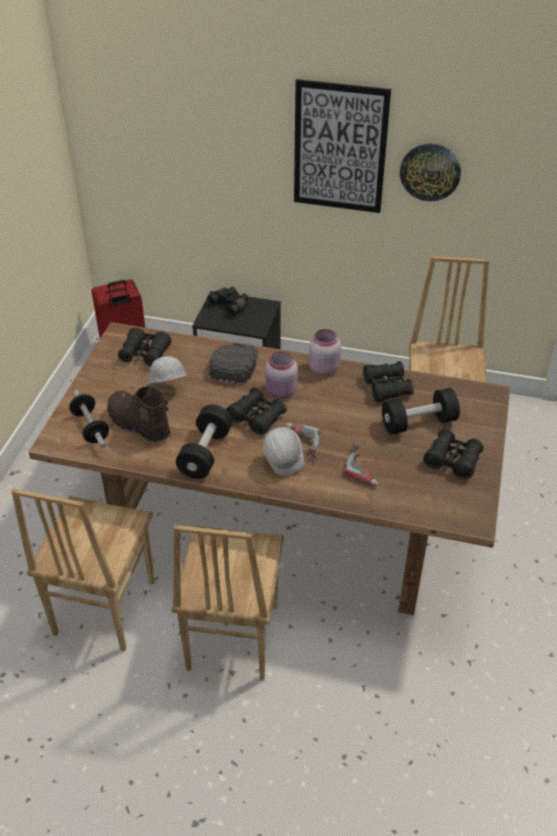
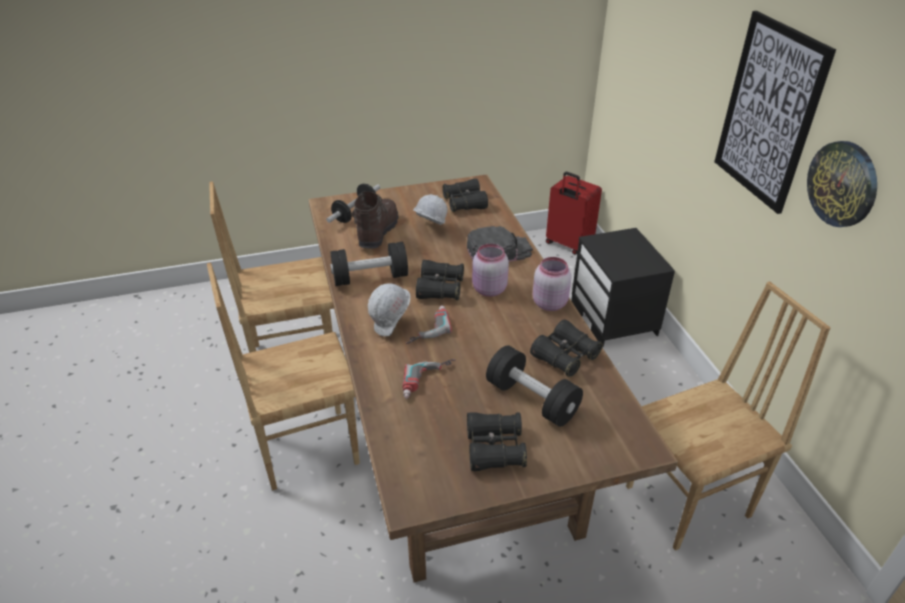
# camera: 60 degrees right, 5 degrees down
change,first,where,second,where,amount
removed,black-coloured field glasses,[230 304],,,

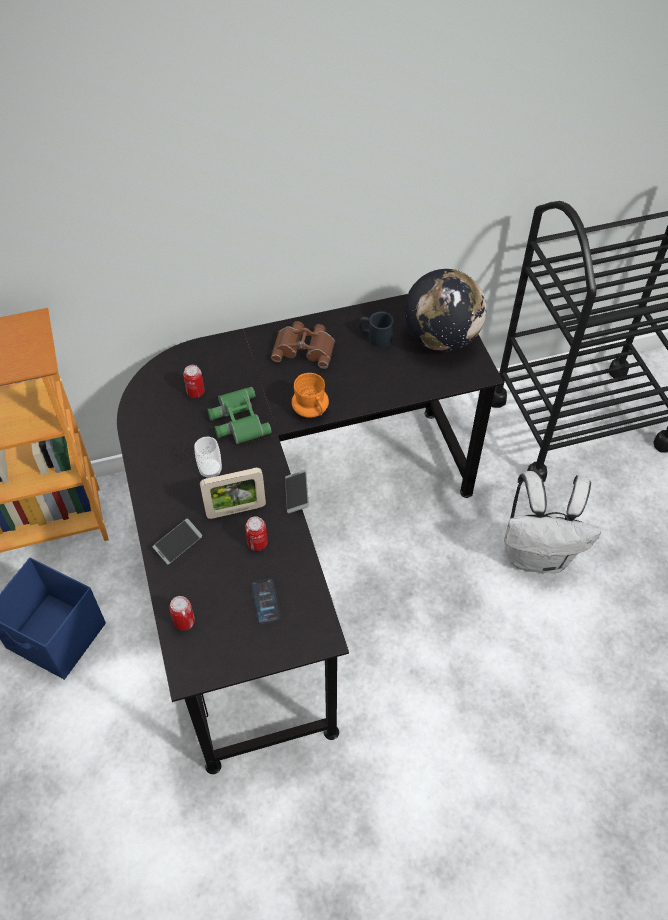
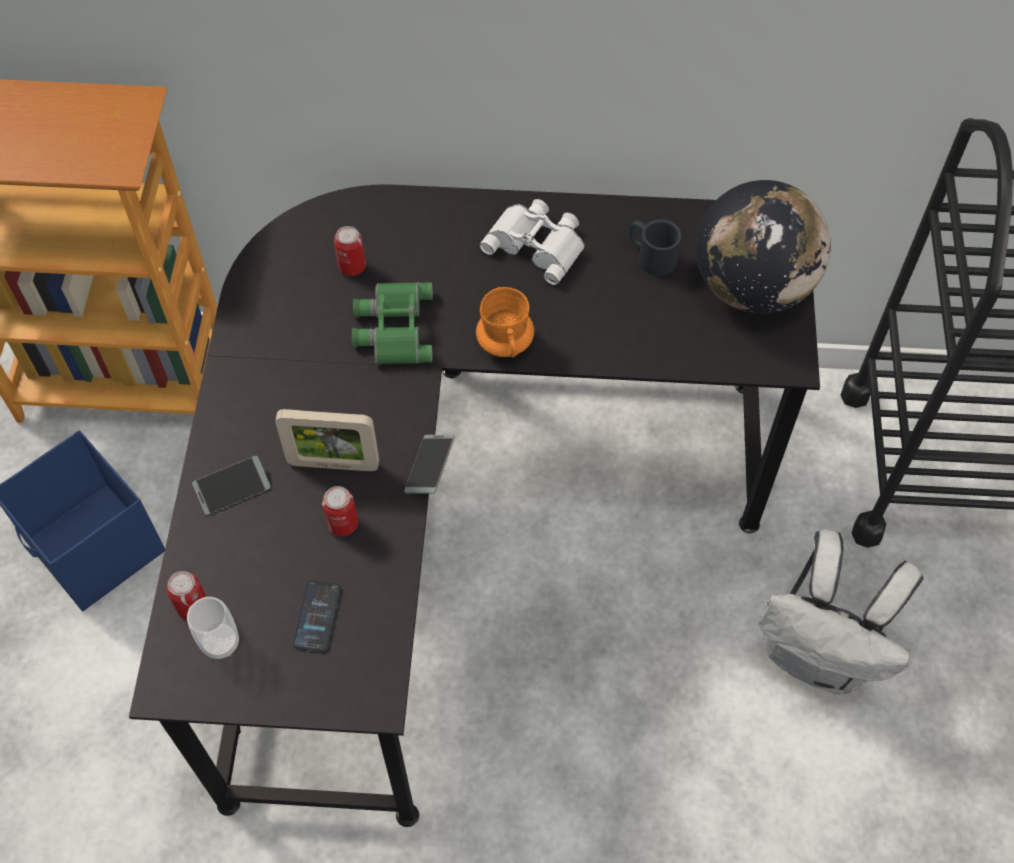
# camera: 20 degrees right, 5 degrees up
change,first,where,second,where,amount
moved,small cup,[210 470],,[220 642],
recoloured,brownish field glasses,[305 348],whitish field glasses,[538 244],

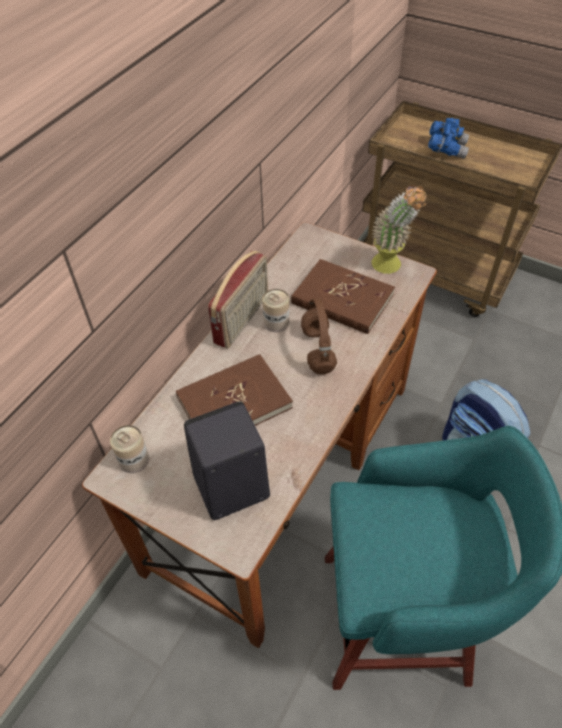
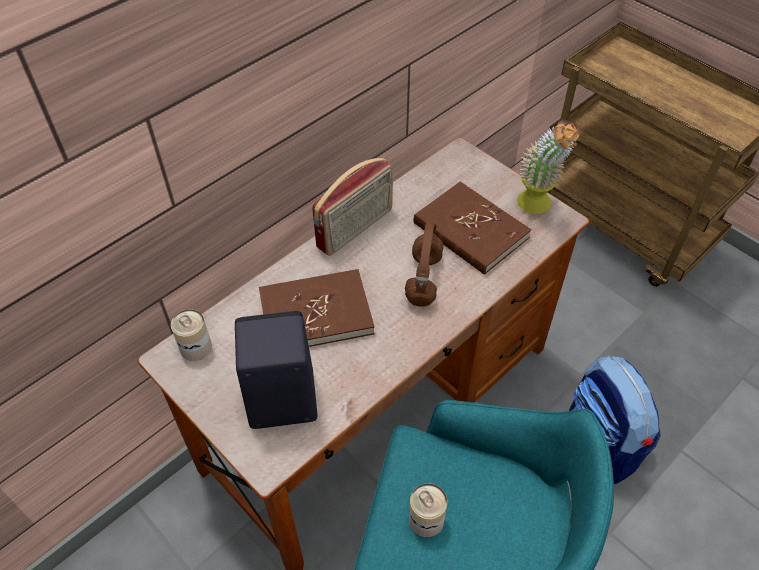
# camera: 15 degrees right, 0 degrees up
change,first,where,second,where,amount
moved,sealed can,[276 322],,[426 519],
removed,bluish field glasses,[446 149],,,

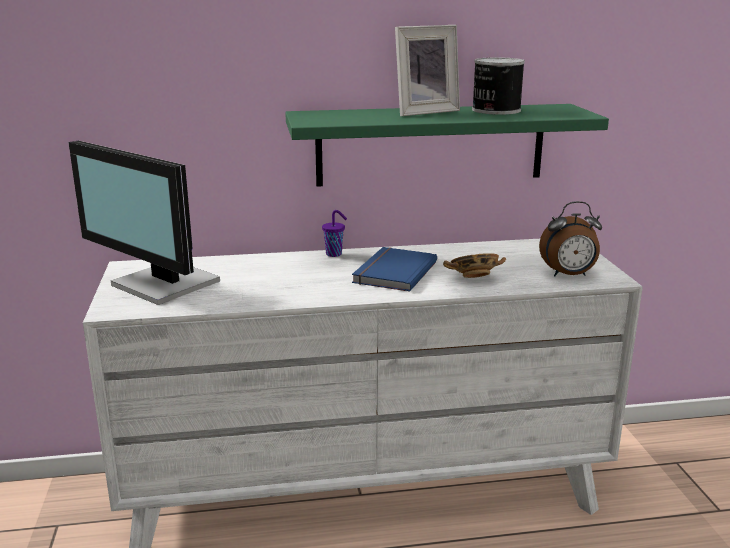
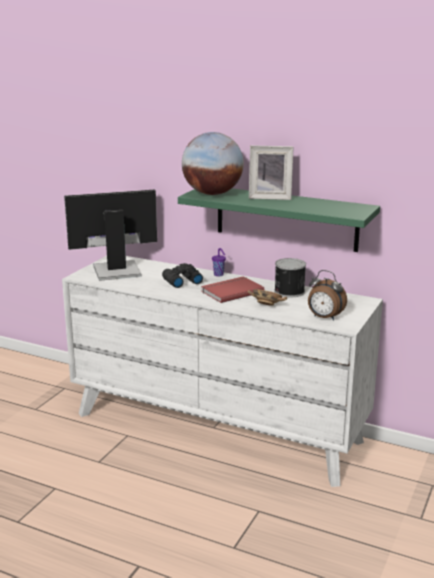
# camera: 35 degrees right, 0 degrees up
change,first,where,second,where,amount
turned,computer screen,[163 285],,[115 270],90 degrees clockwise
recoloured,bluish book,[392 272],red-coloured book,[231 291],
moved,sealed can,[495 110],,[288 291],
added,,,black-coloured field glasses,[181 281],
added,,,desk globe,[212 194],

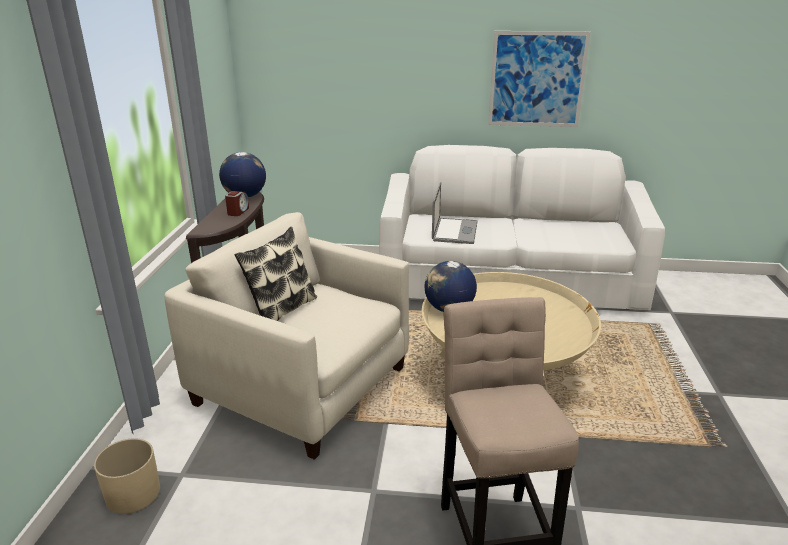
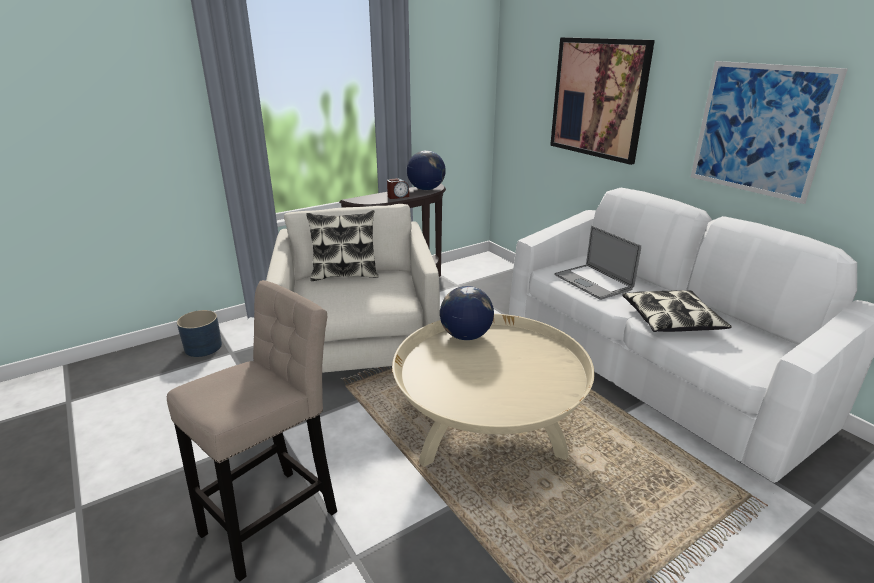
# camera: 50 degrees right, 0 degrees up
change,first,where,second,where,amount
recoloured,sand-coloured planter,[132 494],bluish planter,[203 347],
turned,notebook computer,[455 231],,[593 282],90 degrees clockwise
added,,,picture,[598 98],
added,,,pillow,[671 320],

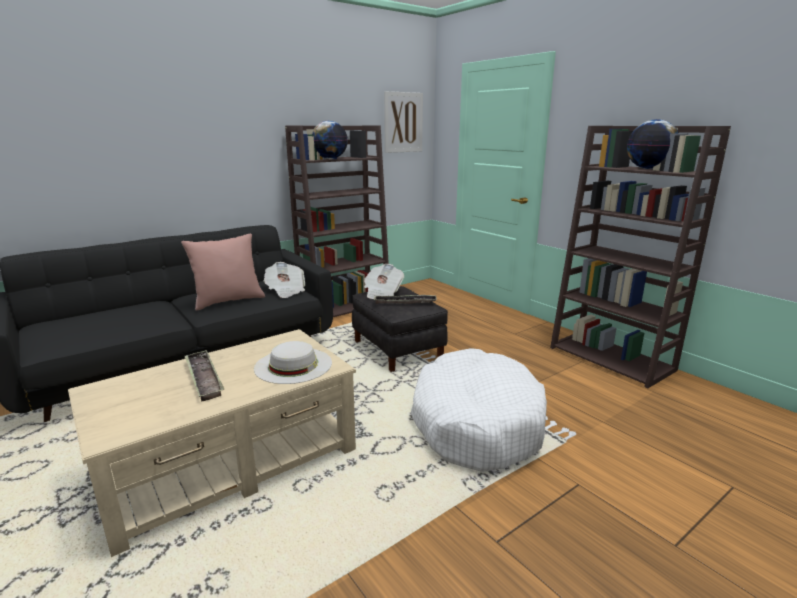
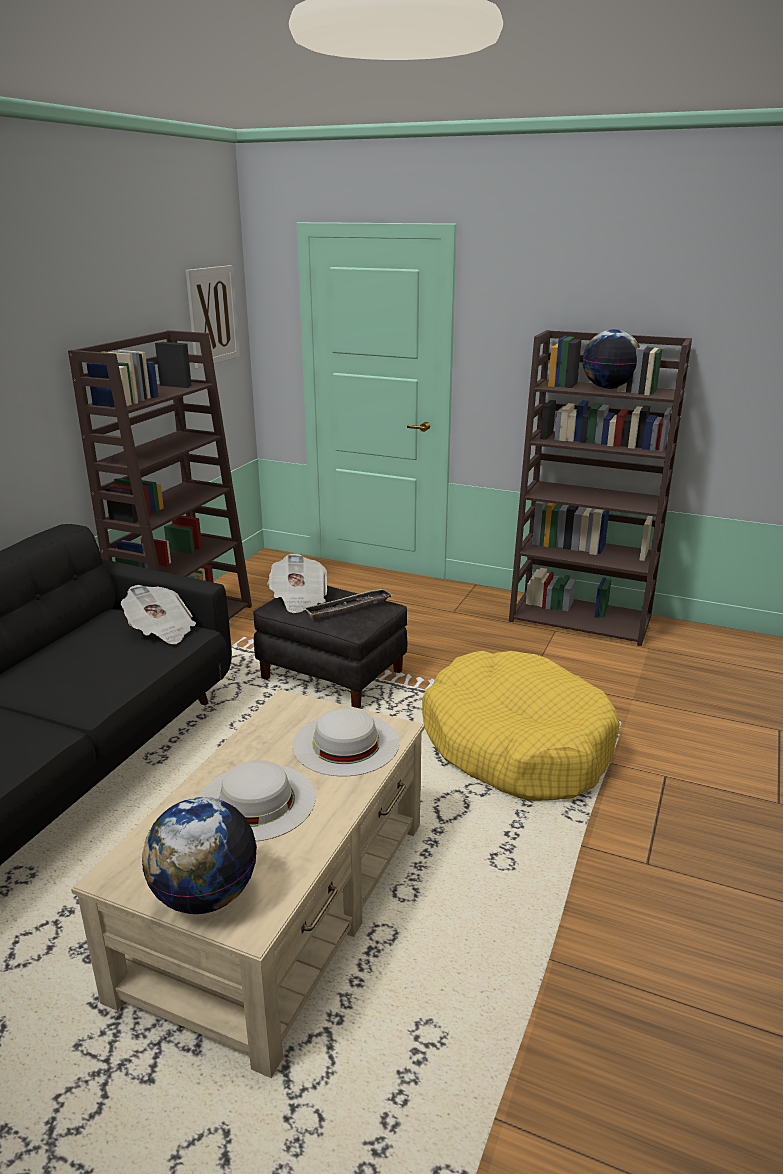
# camera: 30 degrees left, 5 degrees up
change,first,where,second,where,amount
removed,pink pillow,[228 301],,,
replaced,tray,[204 378],whitish clothing hat,[256 801],
moved,desk globe,[330 159],,[204 896],
recoloured,whitish dog cushion,[476 423],yellowish dog cushion,[516 744],

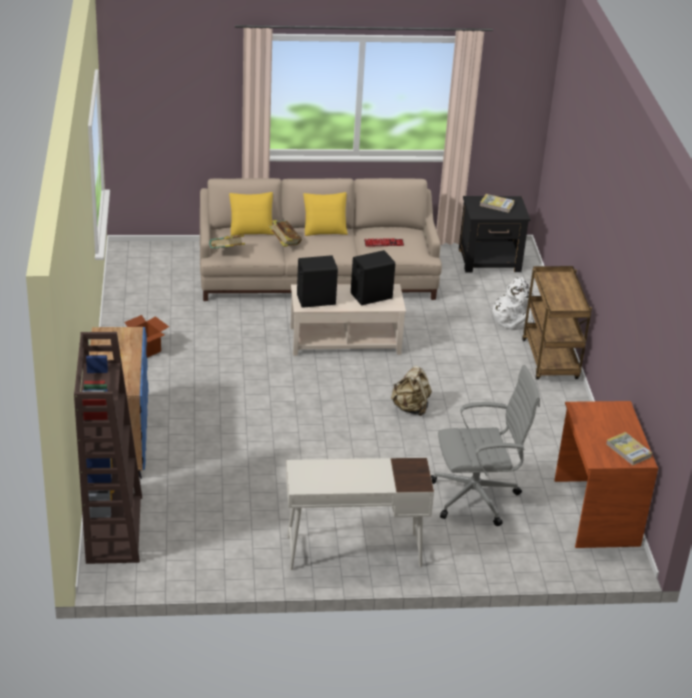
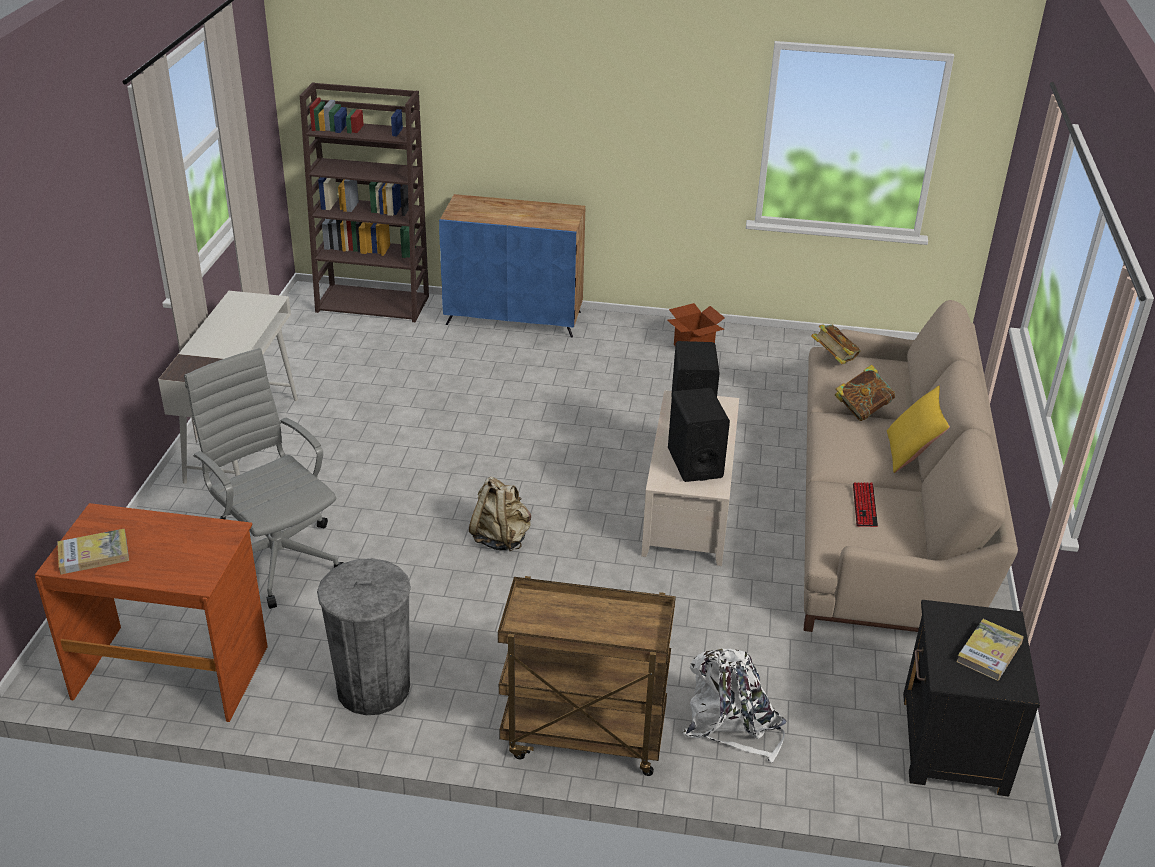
# camera: 105 degrees right, 0 degrees up
change,first,where,second,where,amount
removed,yellowish pillow,[251 229],,,
turned,greyish office chair,[477 497],,[277 558],135 degrees clockwise
added,,,greyish waste bin,[373 688],

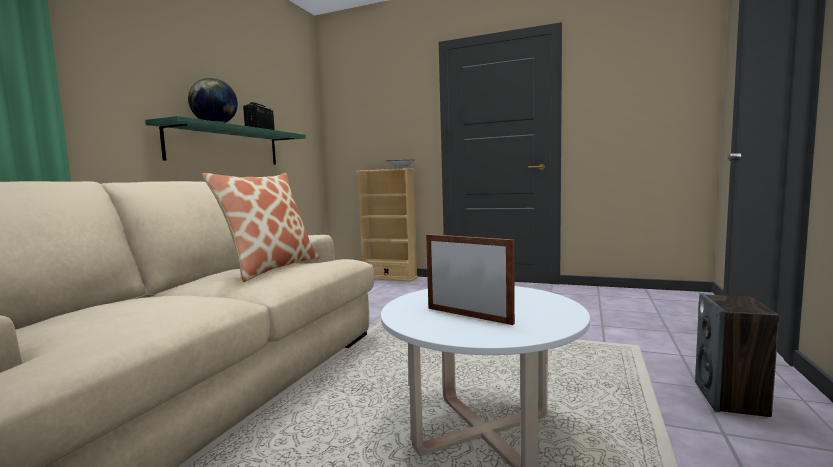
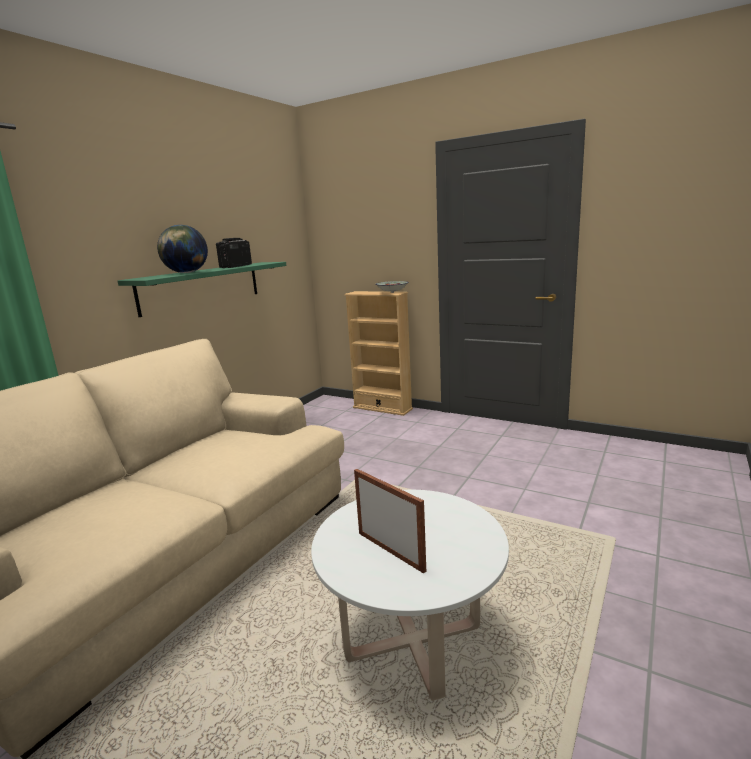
# camera: 10 degrees right, 10 degrees up
change,first,where,second,where,amount
removed,pillow,[270 268],,,
removed,audio speaker,[731 399],,,

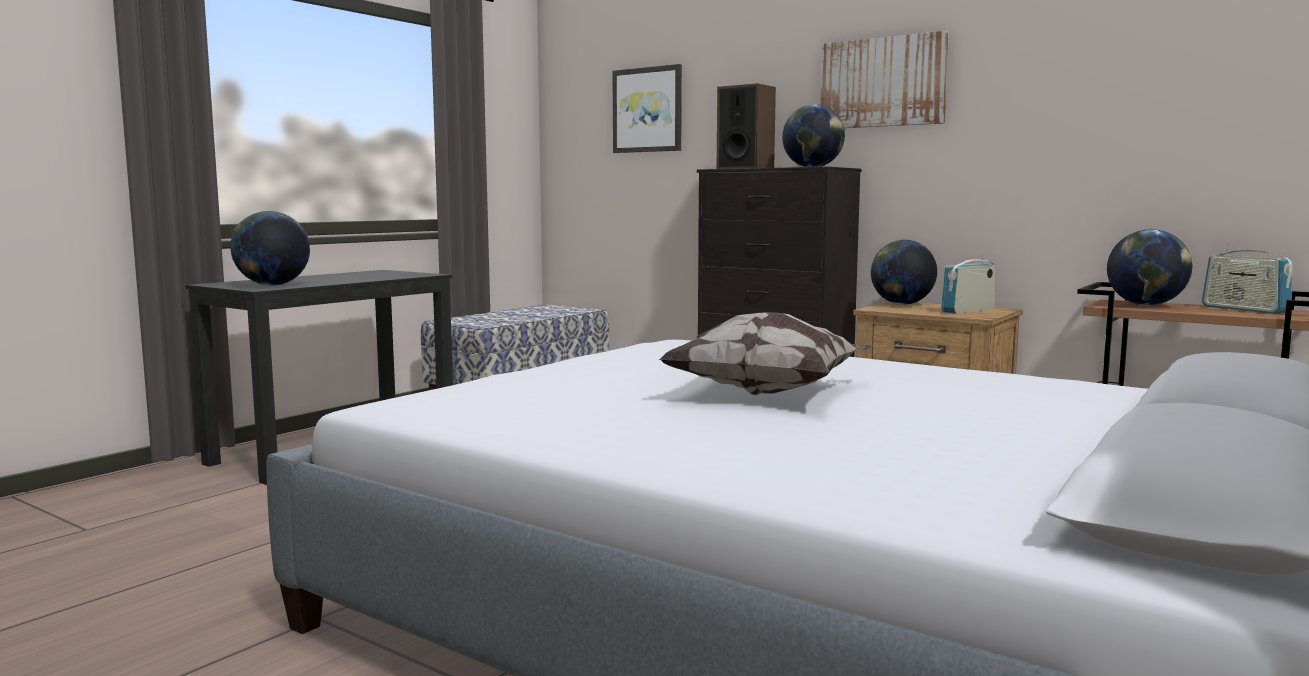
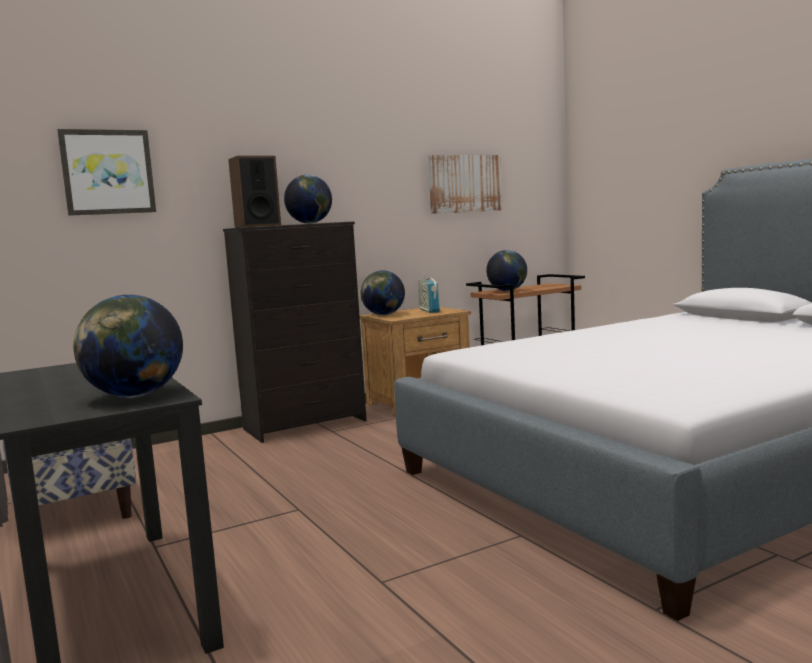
# camera: 65 degrees left, 0 degrees up
change,first,where,second,where,amount
removed,pillow,[769 392],,,
moved,picture,[882 82],,[464 184],
removed,radio,[1244 309],,,

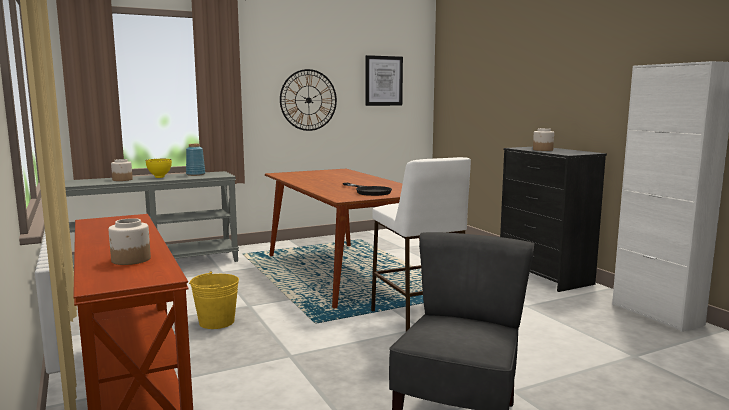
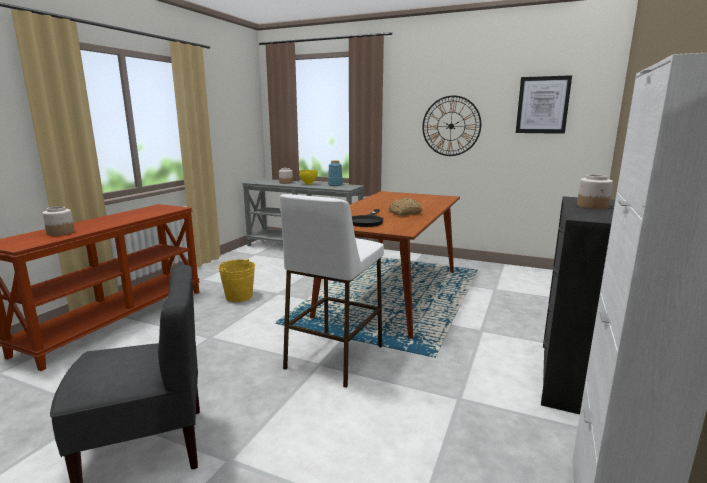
# camera: 50 degrees right, 5 degrees up
change,first,where,second,where,amount
added,,,bread,[405 213],

